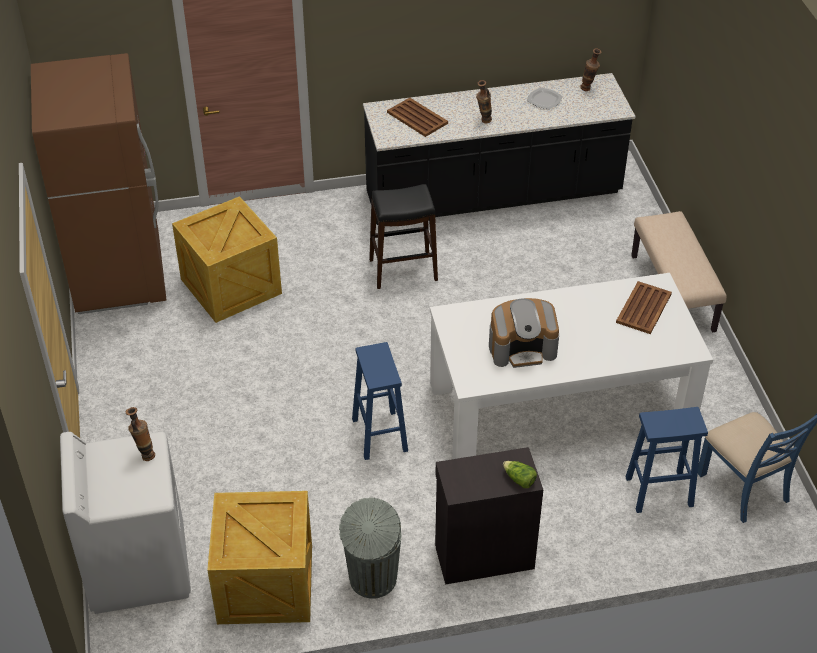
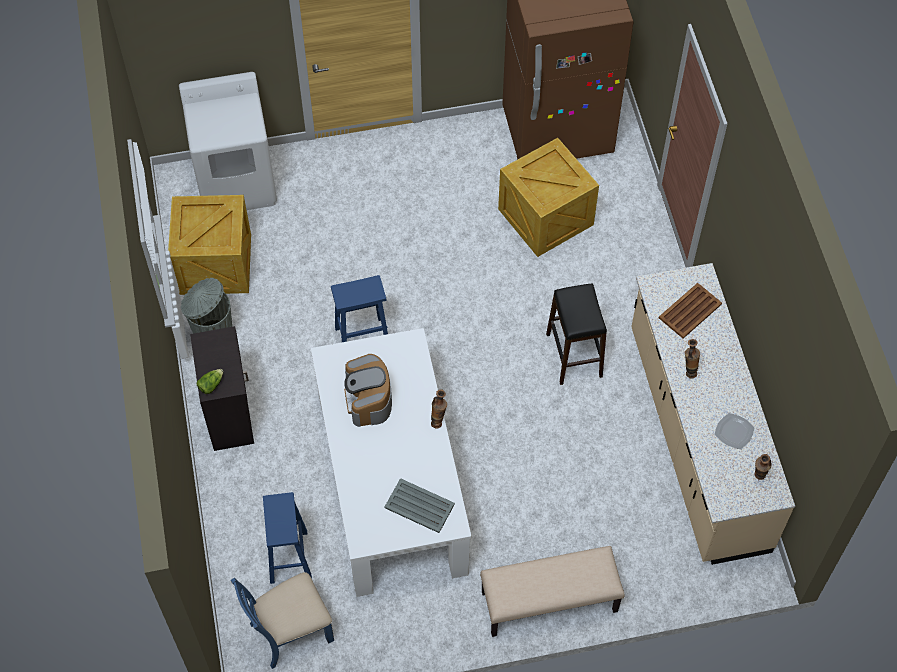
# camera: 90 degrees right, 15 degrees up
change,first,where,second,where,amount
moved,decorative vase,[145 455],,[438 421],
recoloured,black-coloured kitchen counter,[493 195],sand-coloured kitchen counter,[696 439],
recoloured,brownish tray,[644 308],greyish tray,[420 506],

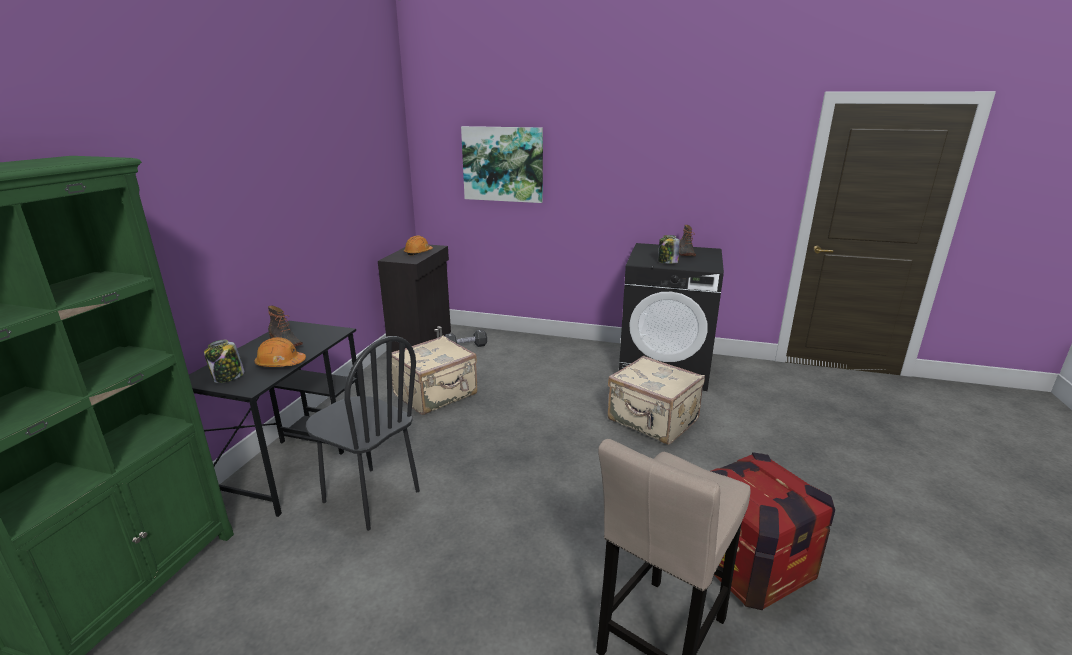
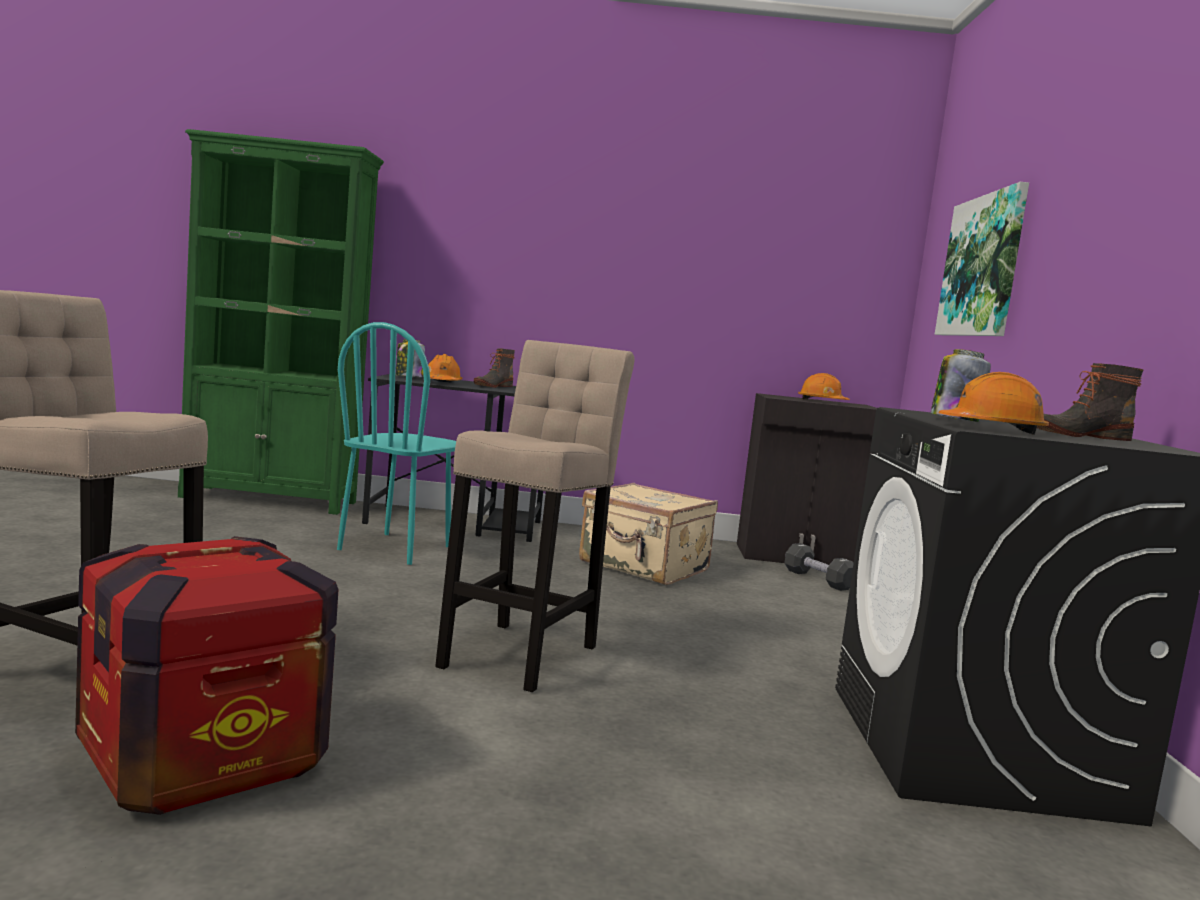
# camera: 75 degrees right, 15 degrees down
change,first,where,second,where,amount
recoloured,black-coloured plain chair,[371 497],blue-green plain chair,[396 548],
removed,sand-coloured piece of luggage,[652 421],,,
added,,,sand-coloured sitting stool,[523 653],
added,,,orange work helmet,[992 430],

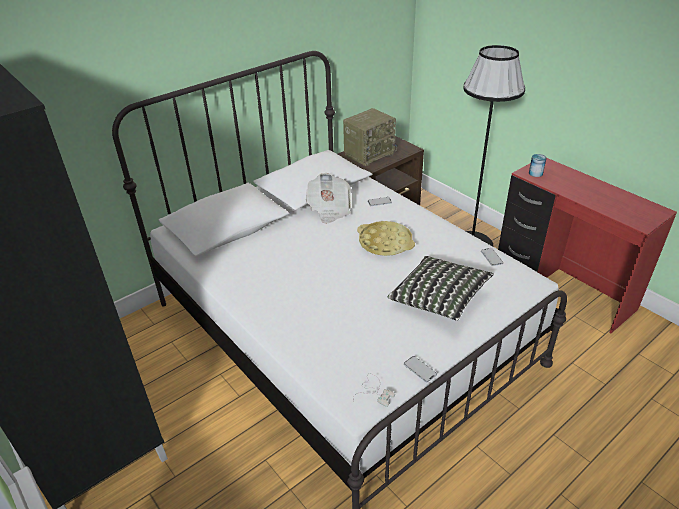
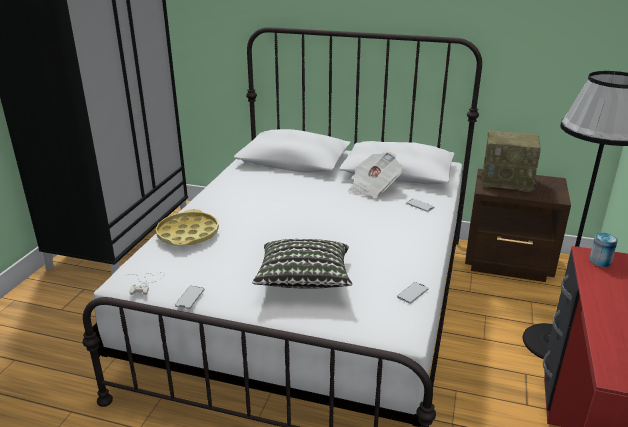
# camera: 55 degrees right, 10 degrees down
change,first,where,second,where,amount
moved,yellowish tray,[385 243],,[188 234],

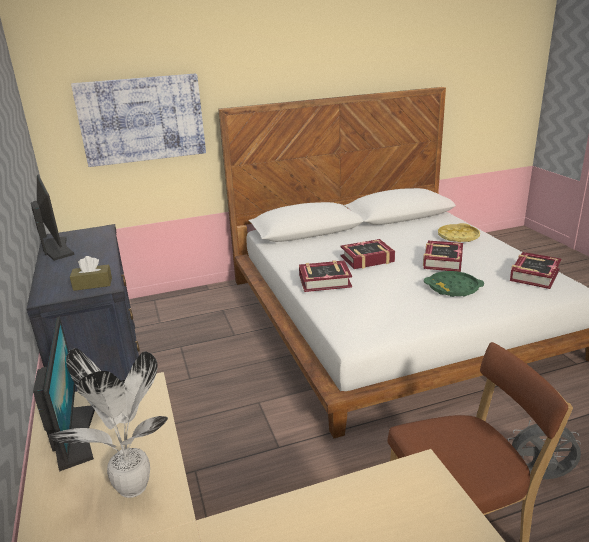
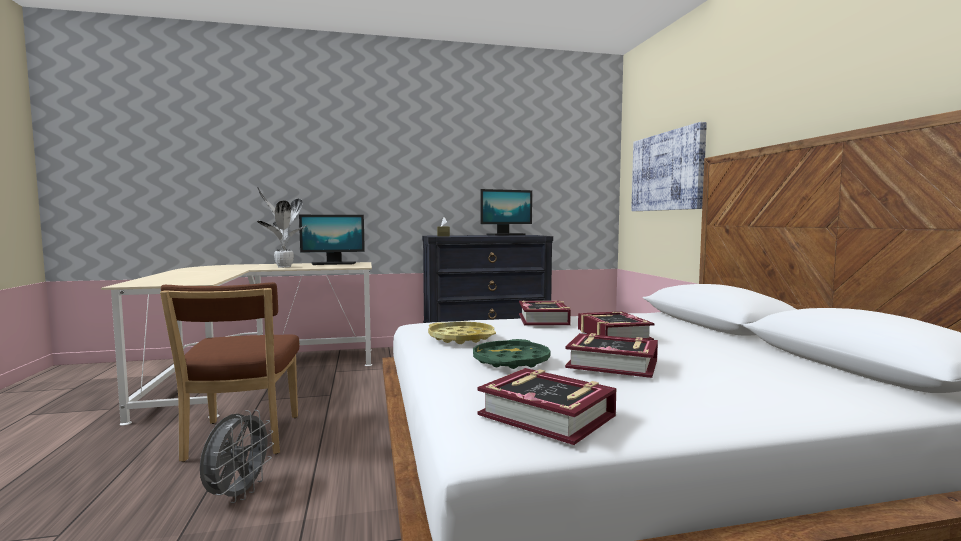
# camera: 95 degrees right, 20 degrees down
change,first,where,second,where,amount
moved,yellowish tray,[458 237],,[461 338],

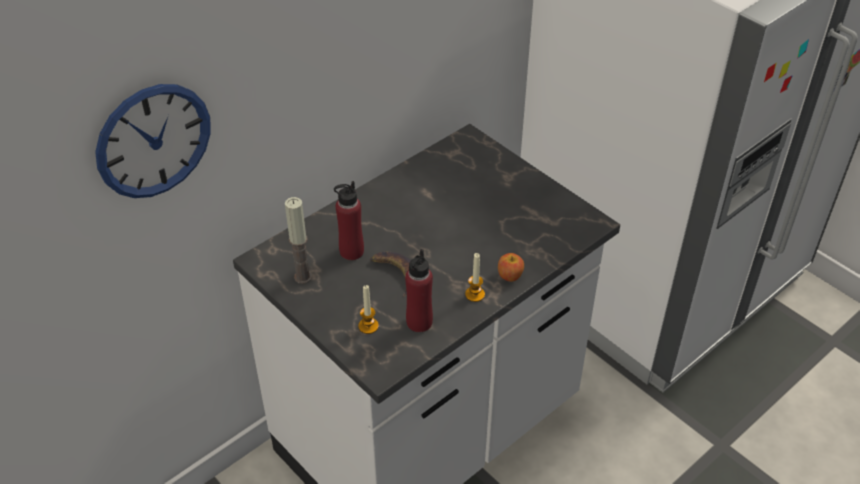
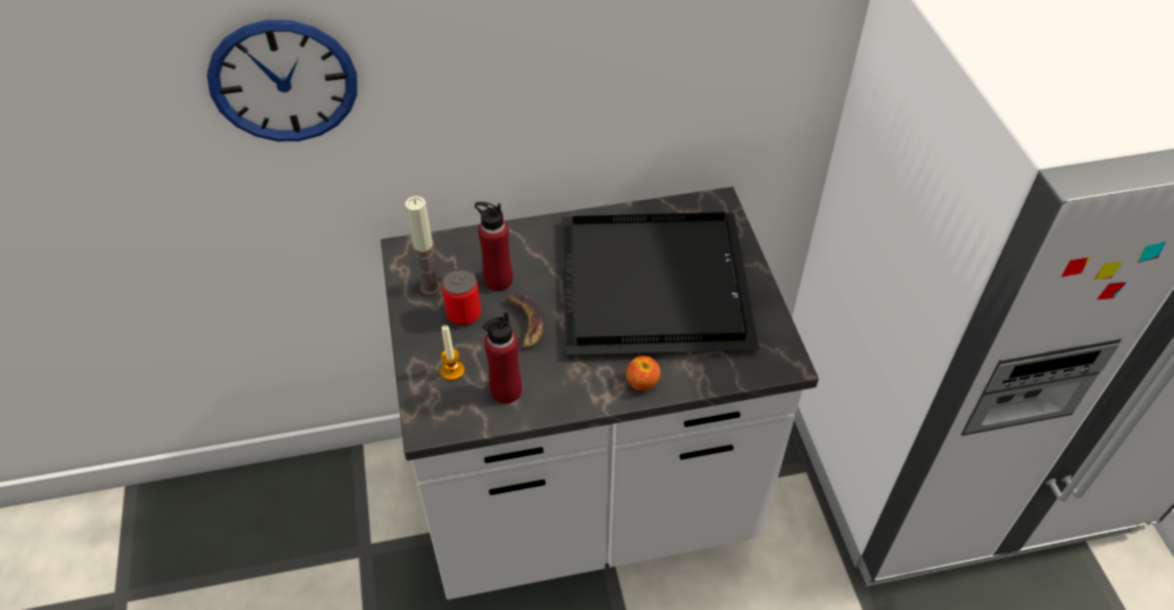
# camera: 30 degrees right, 5 degrees up
change,first,where,second,where,amount
removed,candle,[475 294],,,
added,,,sealed can,[464 314],
added,,,black-coloured tray,[658 288],

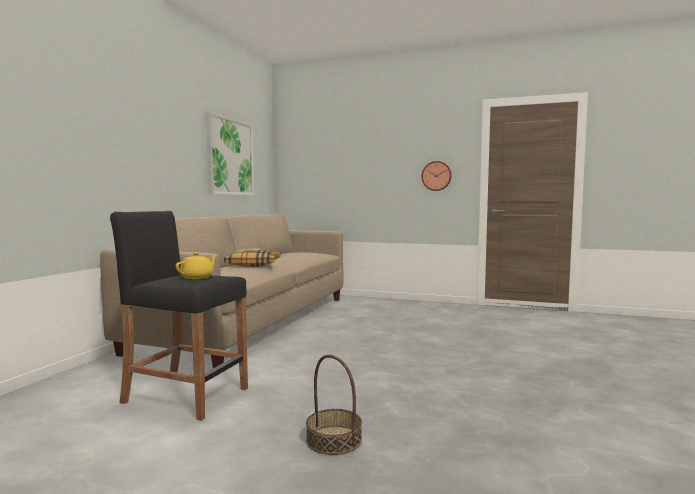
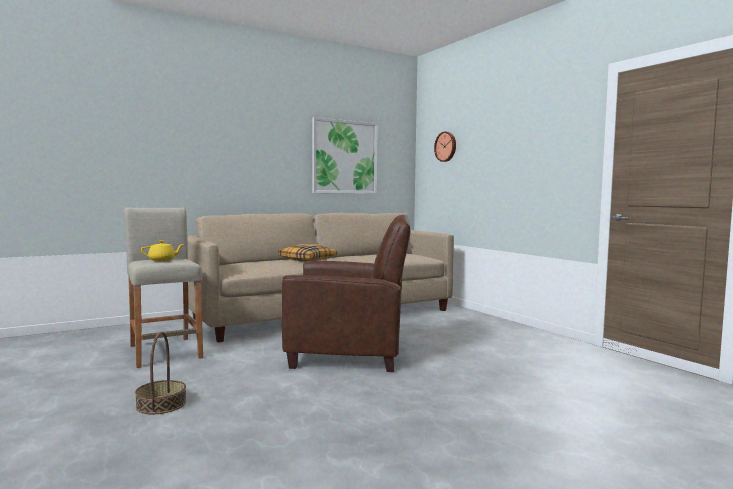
# camera: 40 degrees right, 0 degrees up
change,first,where,second,where,amount
recoloured,black-coloured sitting stool,[186 395],sand-coloured sitting stool,[165 352],
moved,wall clock,[436 176],,[446 146],
added,,,brownish easy chair,[349 353],

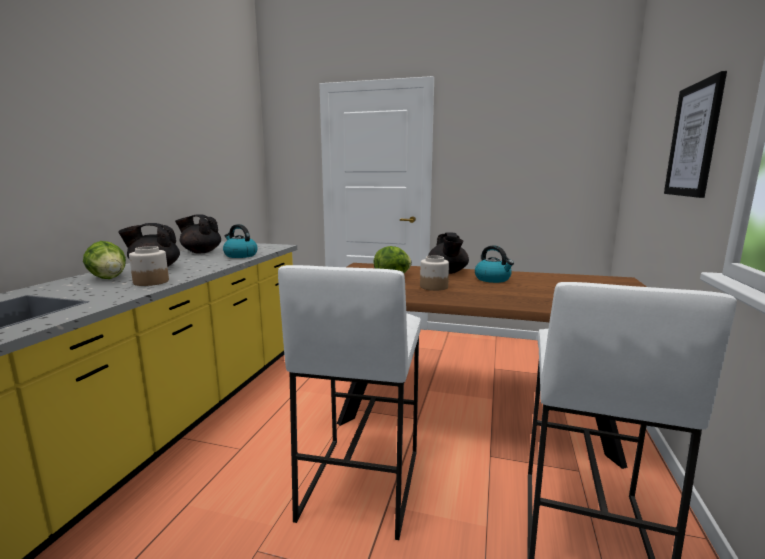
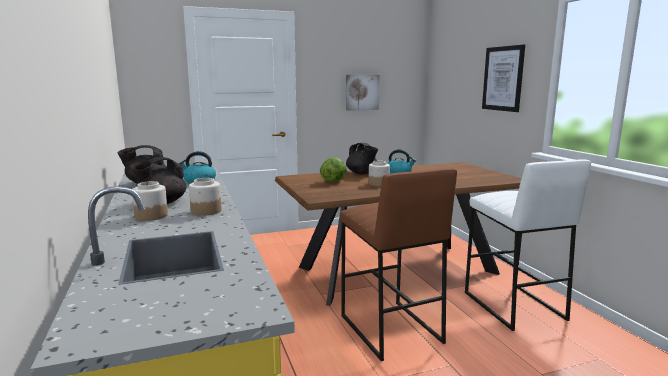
# camera: 35 degrees left, 0 degrees up
change,first,where,second,where,amount
replaced,lettuce head,[108 278],preserve jar,[151 216],
recoloured,whitish sitting stool,[359 483],brownish sitting stool,[389 329],
added,,,picture,[362 92],

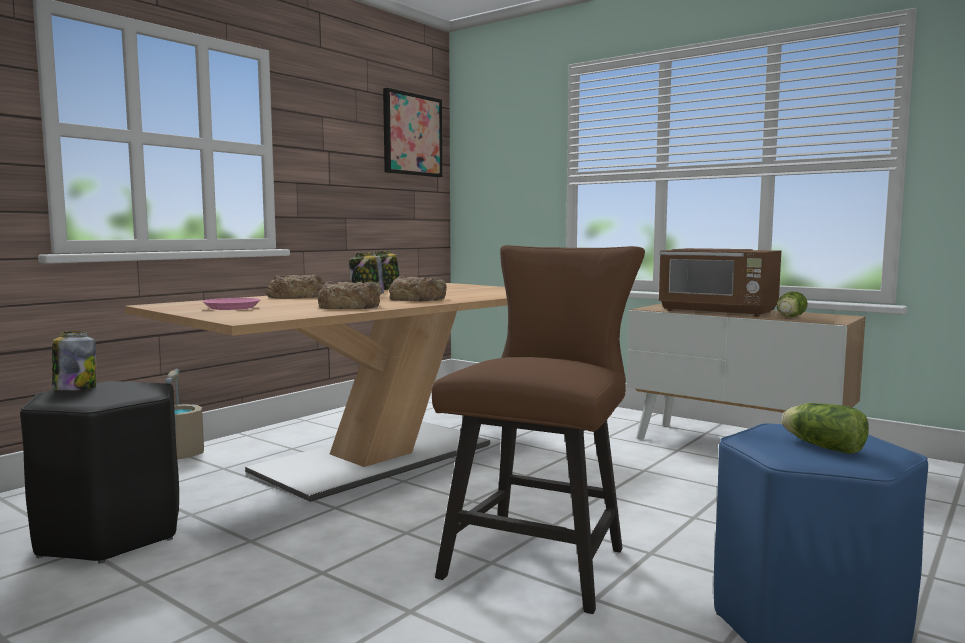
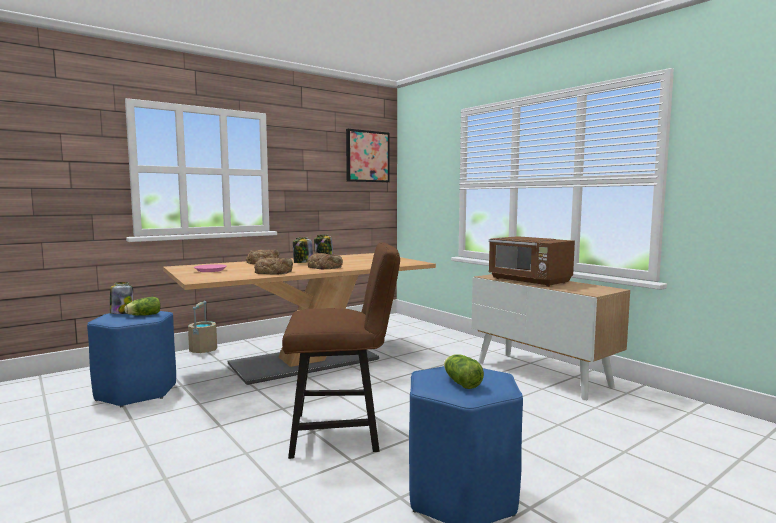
# camera: 15 degrees right, 0 degrees up
change,first,where,second,where,amount
recoloured,black-coloured sitting stool,[110 534],bluish sitting stool,[136 392],
turned,brownish plain chair,[541 558],,[343 433],45 degrees clockwise
moved,lettuce head,[789 317],,[142 315],

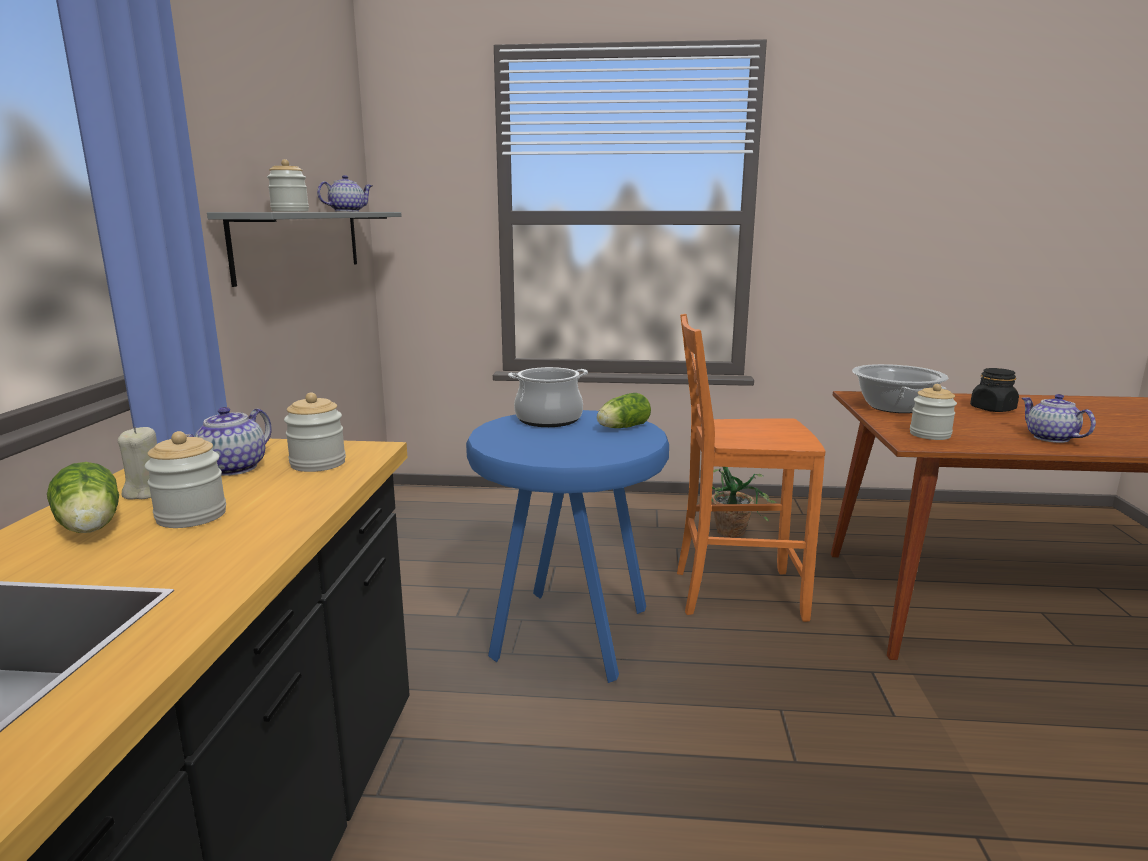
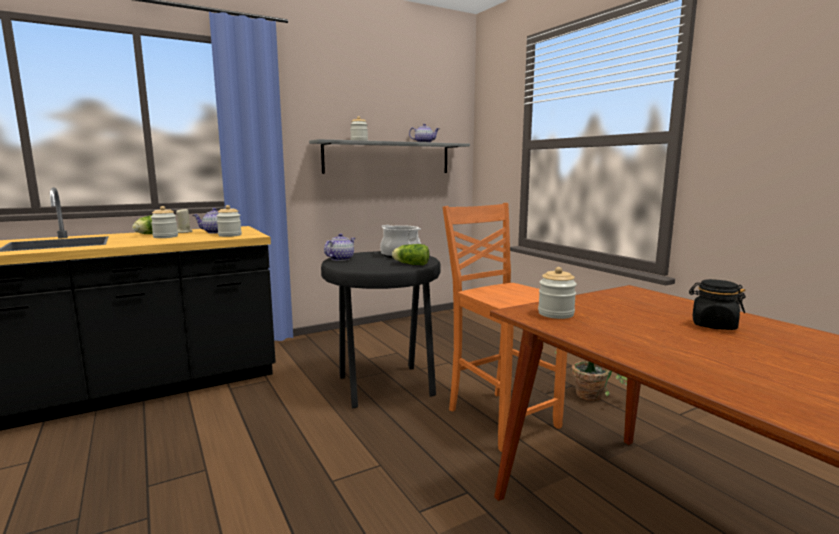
# camera: 55 degrees right, 5 degrees down
change,first,where,second,where,amount
recoloured,bluish sitting stool,[568 636],black-coloured sitting stool,[383 386],
removed,saucepot,[895 407],,,
moved,tea pot,[1050 438],,[340 259],

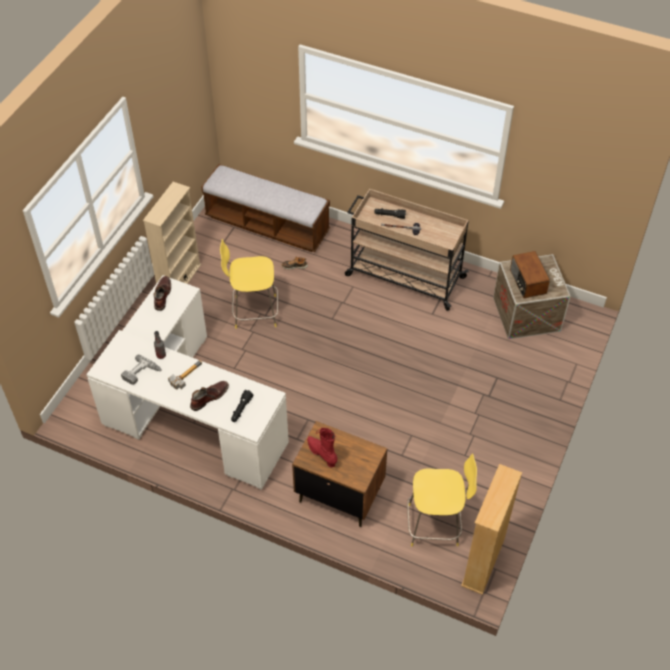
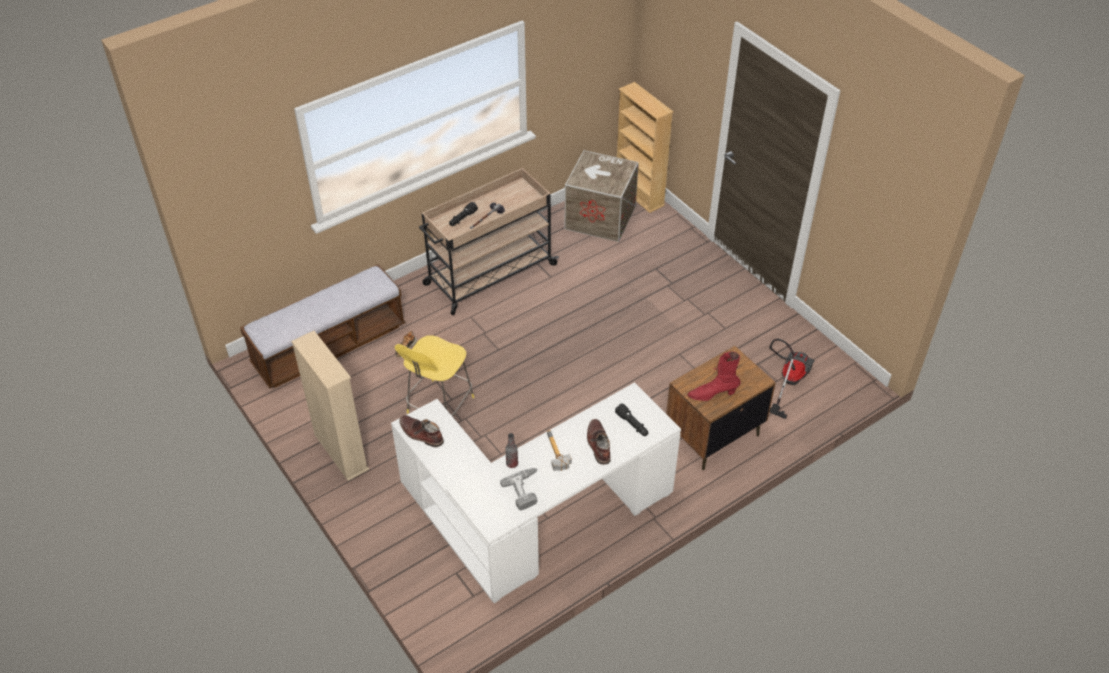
# camera: 60 degrees left, 5 degrees down
change,first,where,second,where,amount
replaced,yellowish sitting stool,[435 525],hoover,[787 381],
moved,sand-coloured bookcase,[483 562],,[639 194],
removed,radio,[527 282],,,

